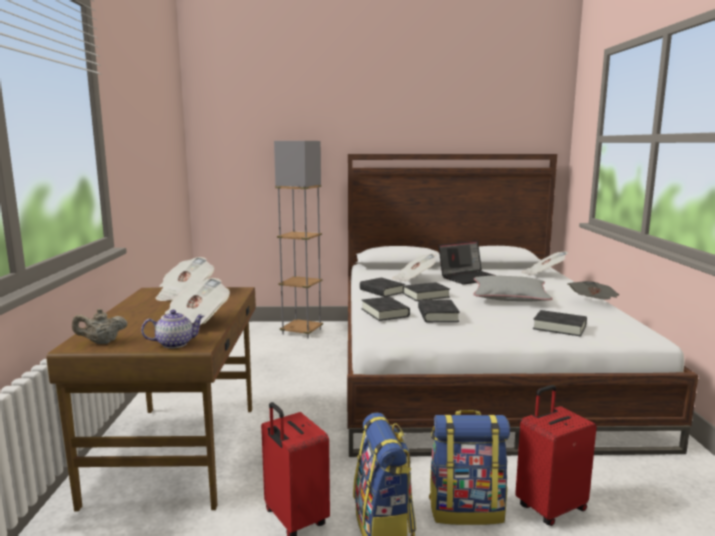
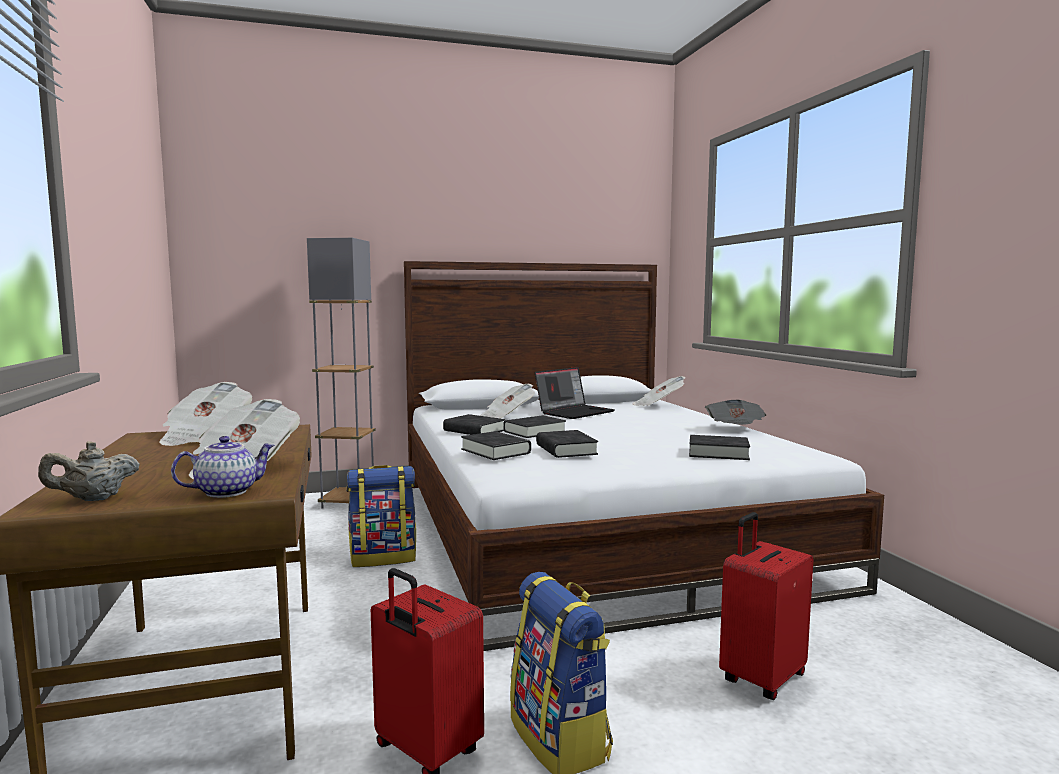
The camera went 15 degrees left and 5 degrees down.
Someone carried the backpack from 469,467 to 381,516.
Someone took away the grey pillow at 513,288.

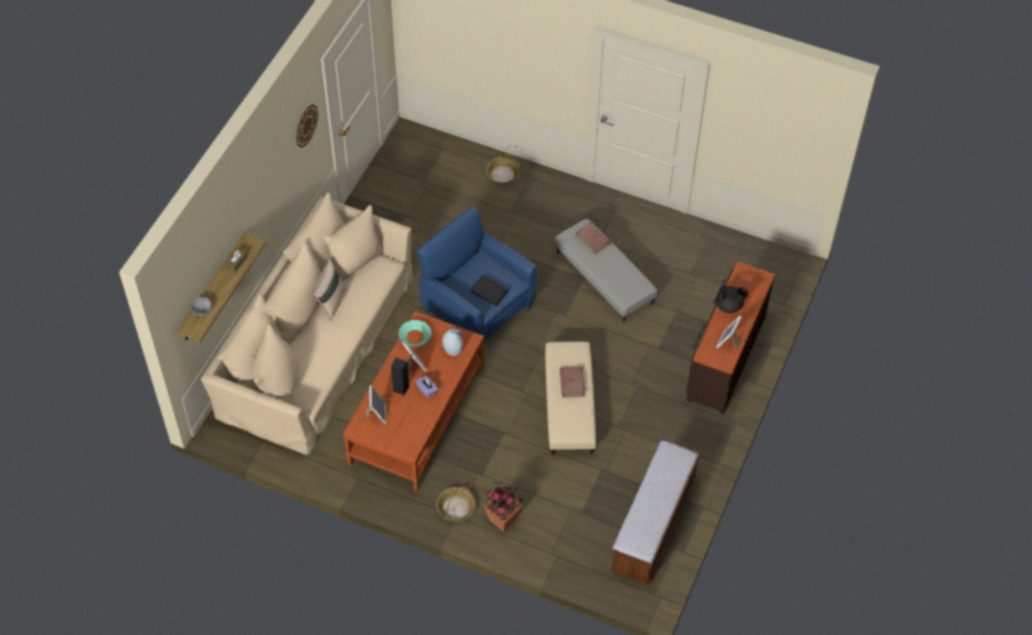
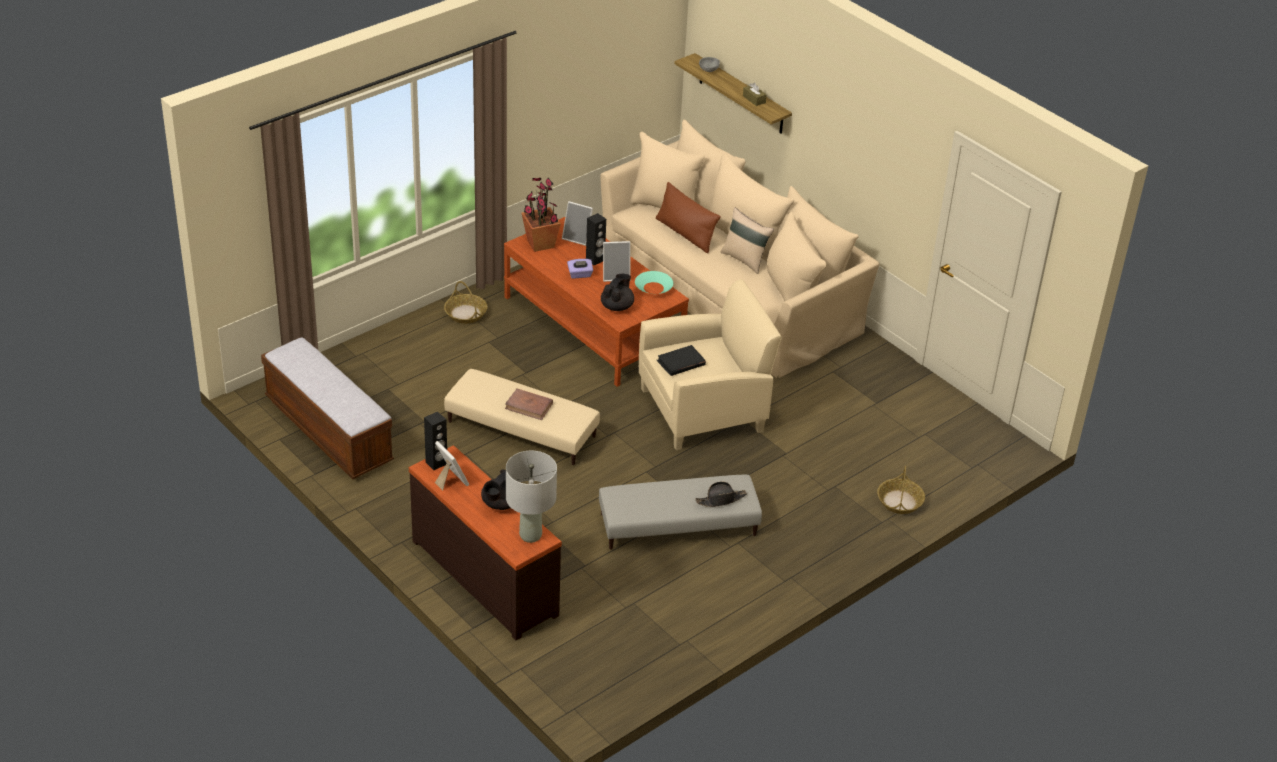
The camera went 115 degrees right and 15 degrees down.
Someone took away the wall clock at 307,126.
Someone repainted the blue armchair at 476,279, which became the beige armchair at 710,364.
Someone swapped the grey vase at 453,342 for the black teapot at 617,292.
Someone carried the potted plant from 503,507 to 541,214.
Someone swapped the brown book at 593,239 for the black hat at 721,494.
Someone put down the black speaker at 435,441.
Someone put down the grey table lamp at 531,497.
Someone put down the brown pillow at 688,217.

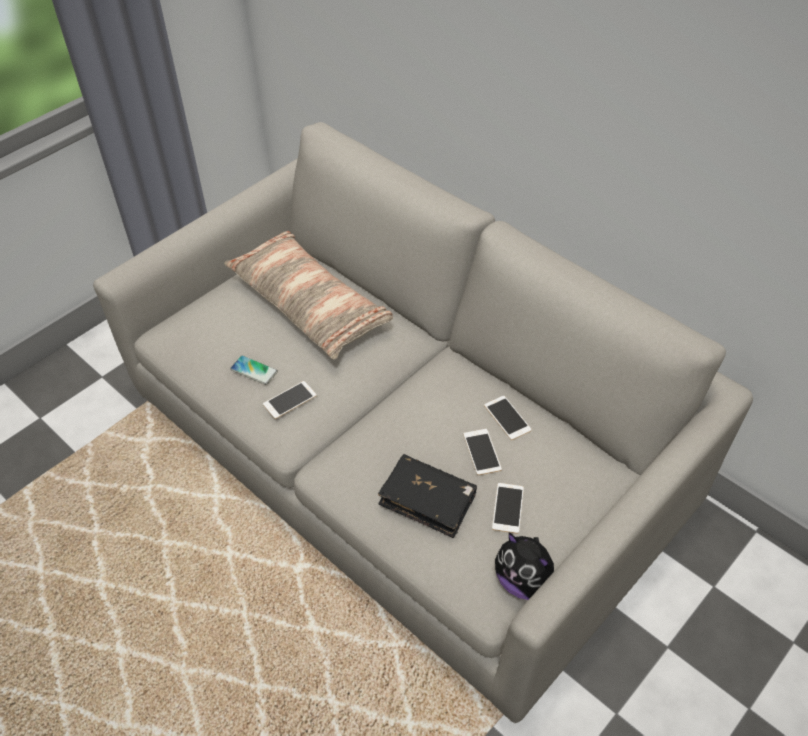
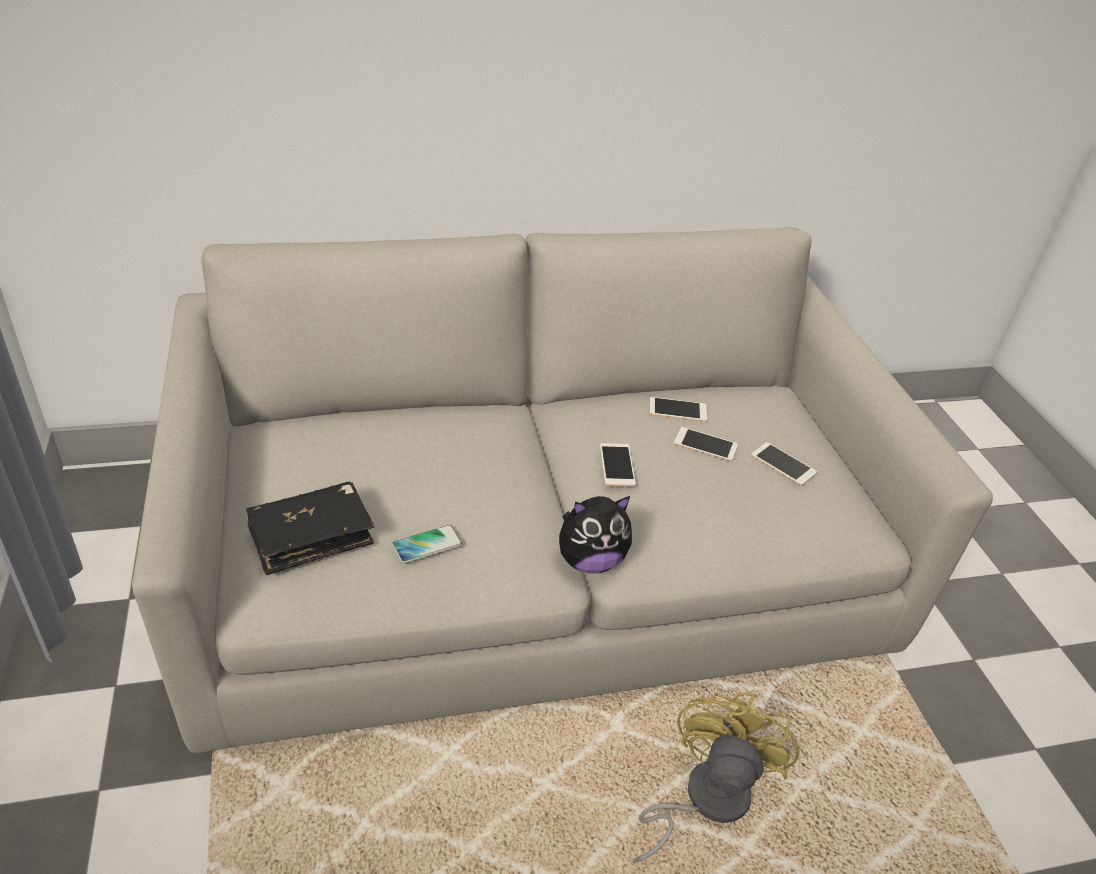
The camera went 60 degrees left and 10 degrees down.
Someone took away the pillow at 308,295.
Someone carried the phone from 290,400 to 618,464.
Someone carried the black book from 427,496 to 310,528.
Someone carried the plush toy from 524,566 to 595,534.
Someone put down the yellow fan at 715,778.

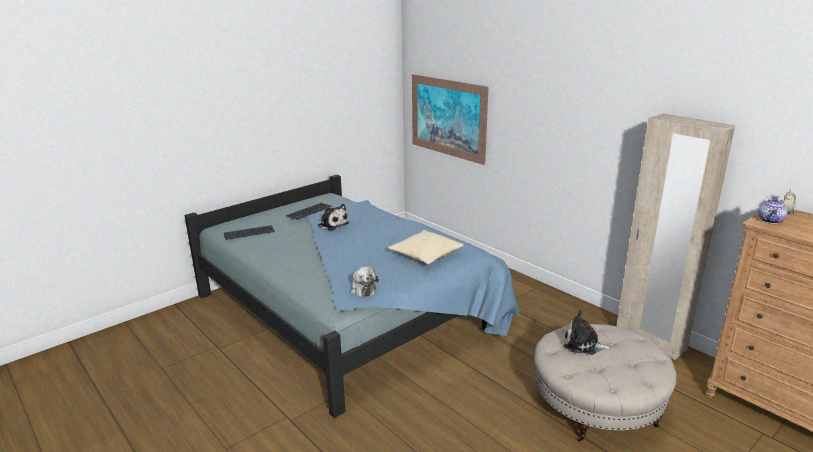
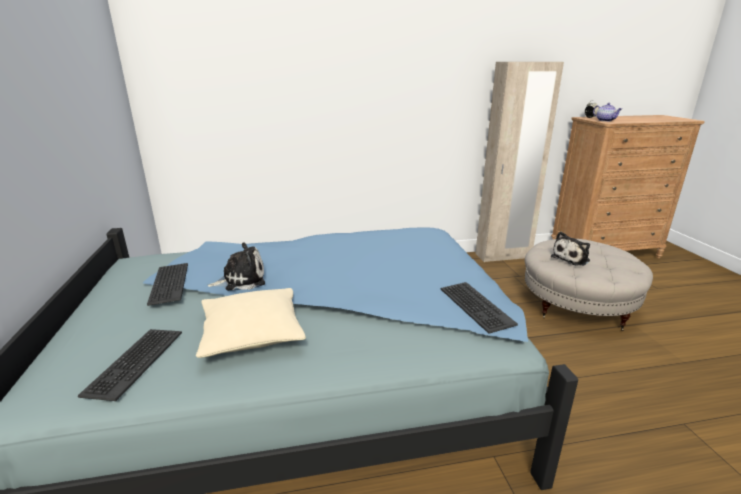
The camera went 60 degrees left and 0 degrees up.
Someone swapped the plush toy at 364,281 for the keyboard at 479,308.
Someone carried the beige pillow from 426,247 to 251,323.
Someone took away the picture at 450,119.

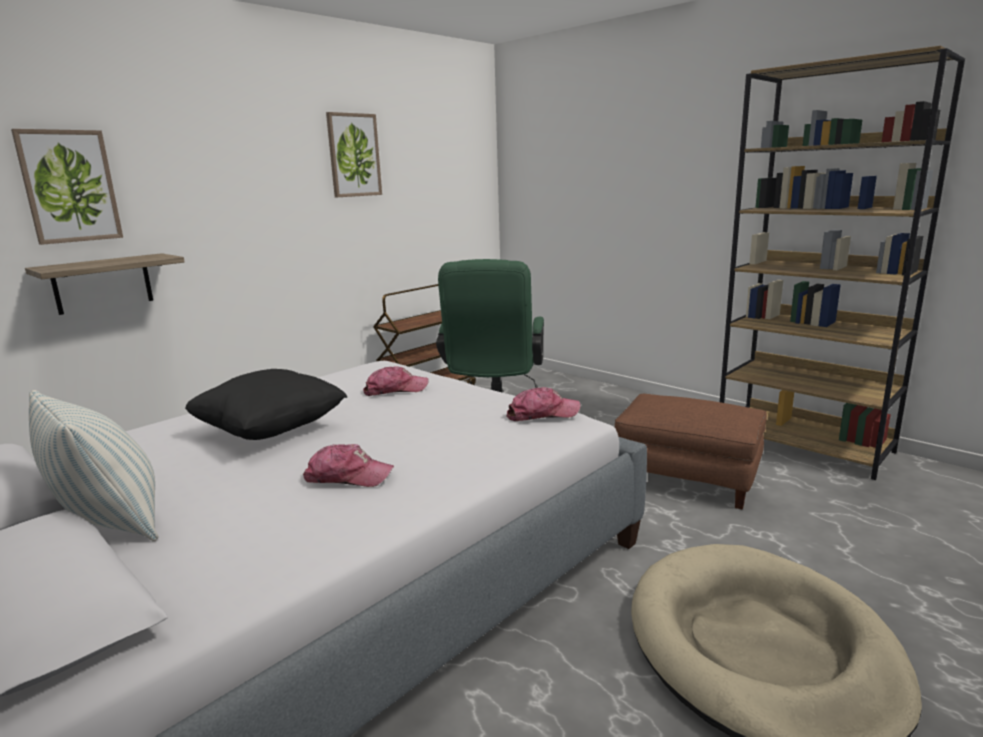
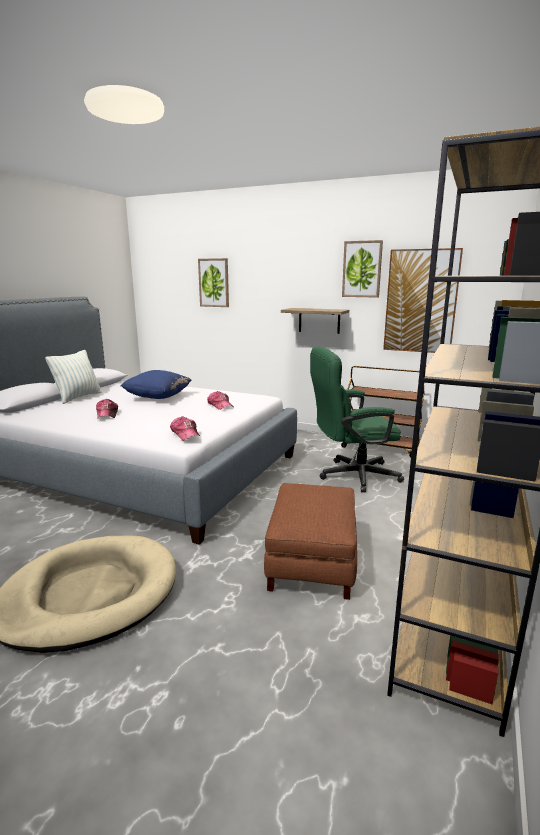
The camera went 70 degrees right and 0 degrees up.
Someone carried the shelf from 105,284 to 315,321.
Someone repainted the black pillow at 266,404, which became the blue pillow at 156,384.
Someone put up the picture at 423,300.

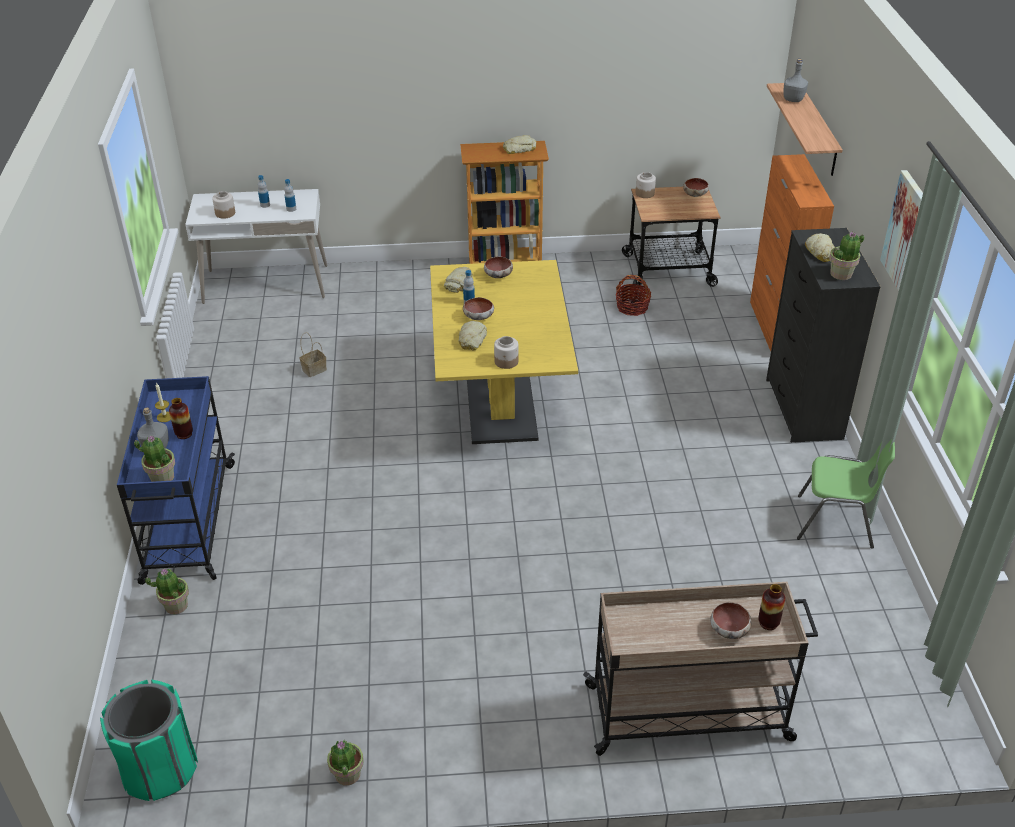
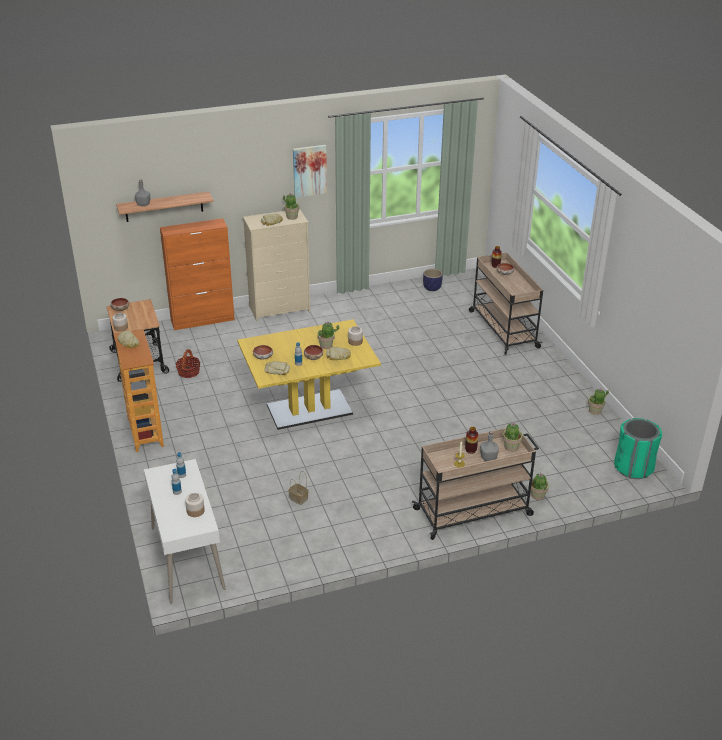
The camera went 105 degrees left and 5 degrees down.
Someone repainted the blue cart at 176,480, which became the beige cart at 475,484.
Someone repainted the black dresser at 823,335, which became the beige dresser at 276,265.
Someone took away the green chair at 846,494.
Someone put down the potted plant at 328,335.
Someone put down the planter at 433,280.

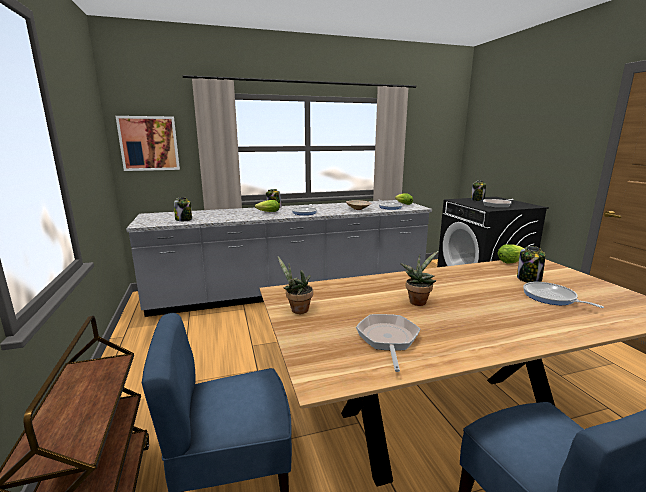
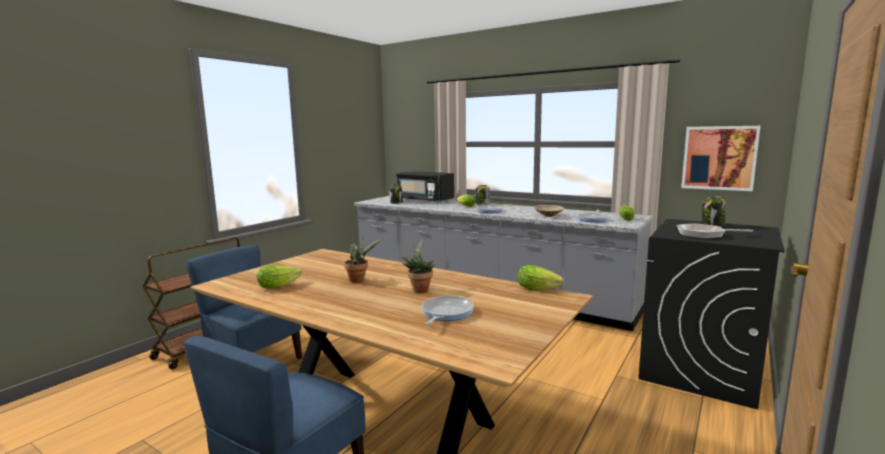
The camera went 50 degrees right and 5 degrees down.
Someone carried the picture from 148,143 to 721,158.
Someone carried the potted plant from 295,285 to 418,266.
Someone swapped the frying pan at 388,343 for the lettuce at 279,277.
Someone took away the jar at 531,264.
Someone put down the black microwave at 425,187.

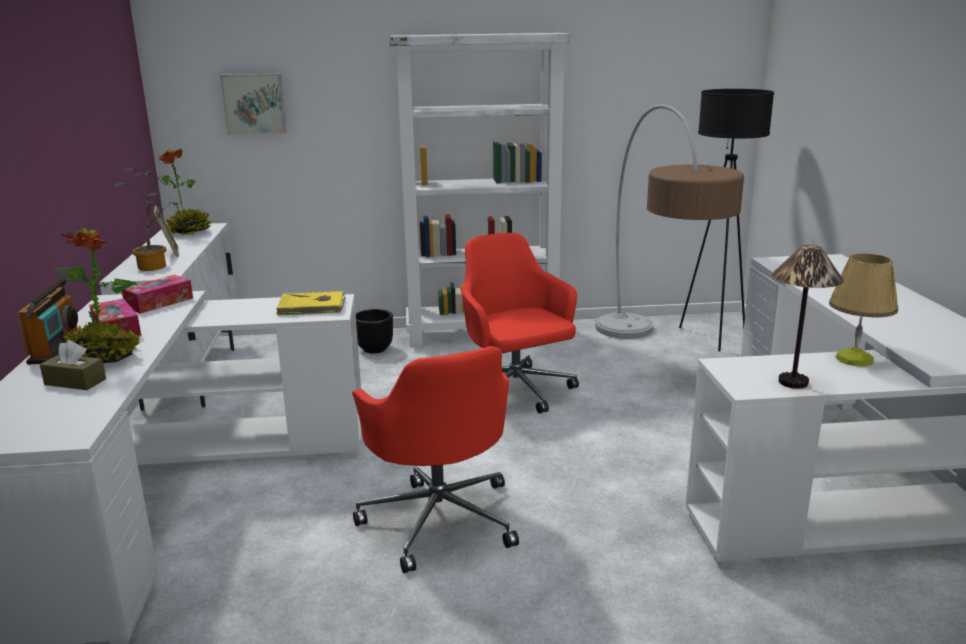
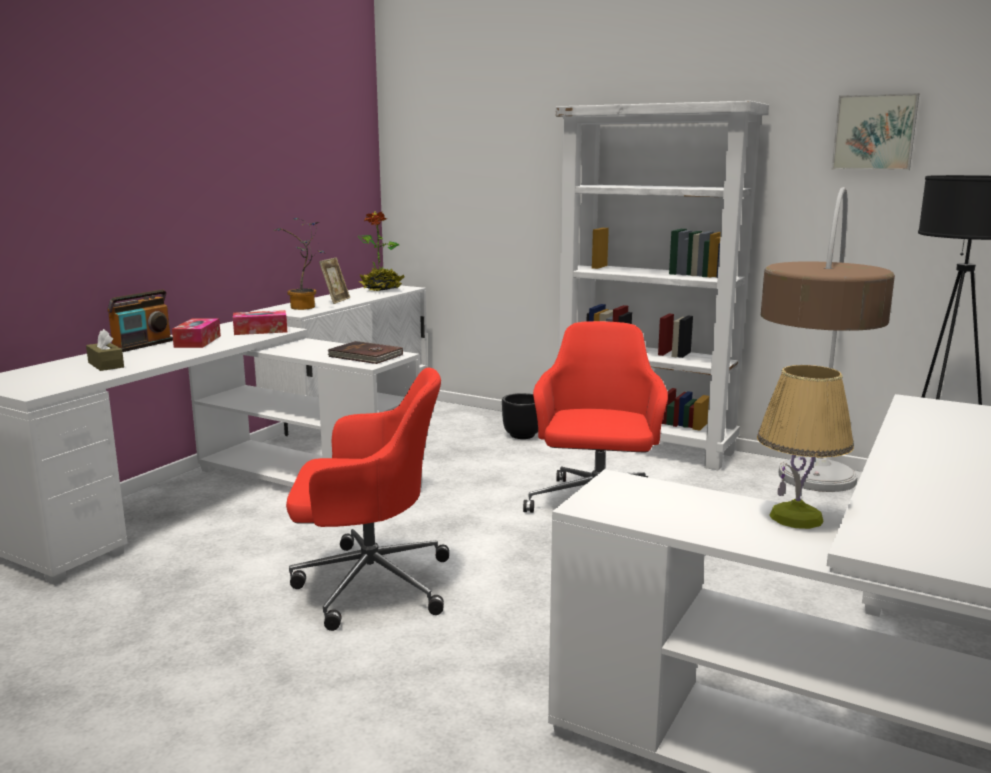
The camera went 35 degrees right and 5 degrees down.
Someone took away the potted plant at 97,295.
Someone carried the picture from 253,104 to 875,131.
Someone repainted the yellow book at 311,303, which became the brown book at 365,352.
Someone rotated the red office chair at 435,459 by 105 degrees counterclockwise.
Someone took away the table lamp at 808,317.

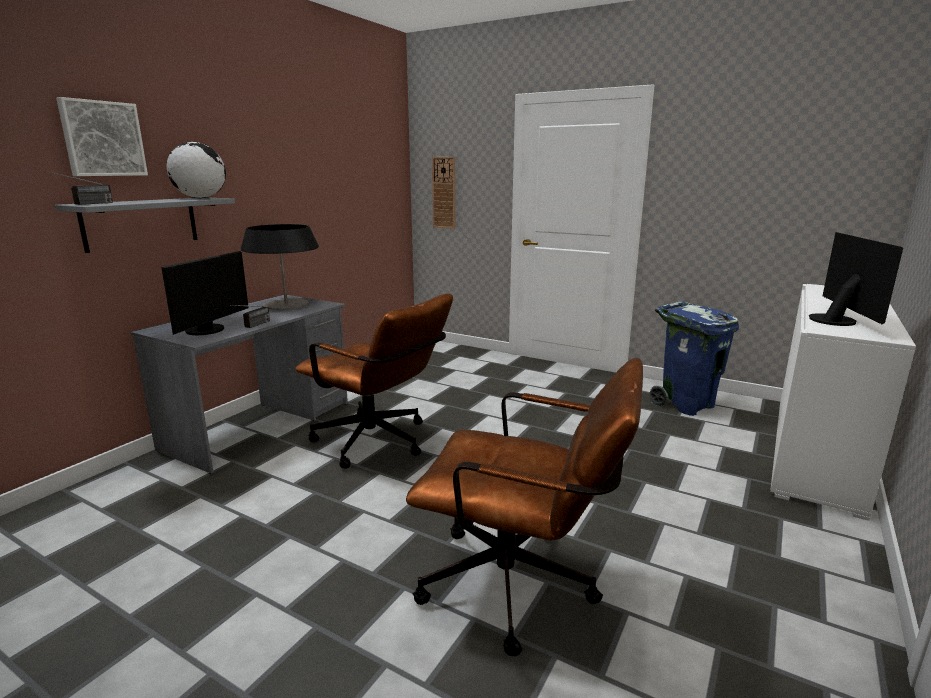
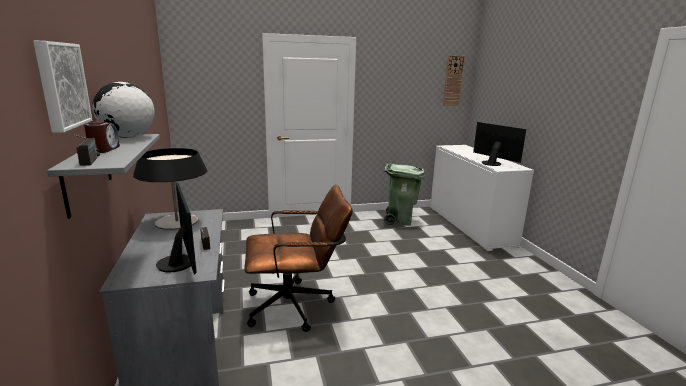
The camera went 45 degrees left and 0 degrees up.
Someone took away the brown office chair at 524,507.
Someone carried the wall clock from 443,193 to 454,80.
Someone repainted the blue trash can at 694,359, which became the green trash can at 404,195.
Someone put down the alarm clock at 102,137.

